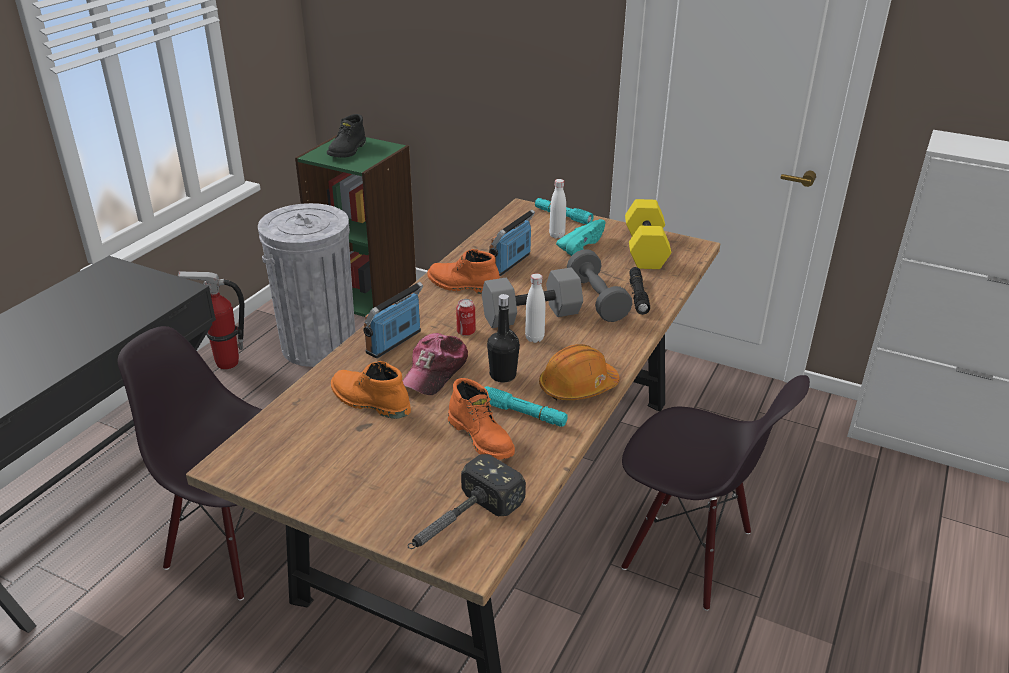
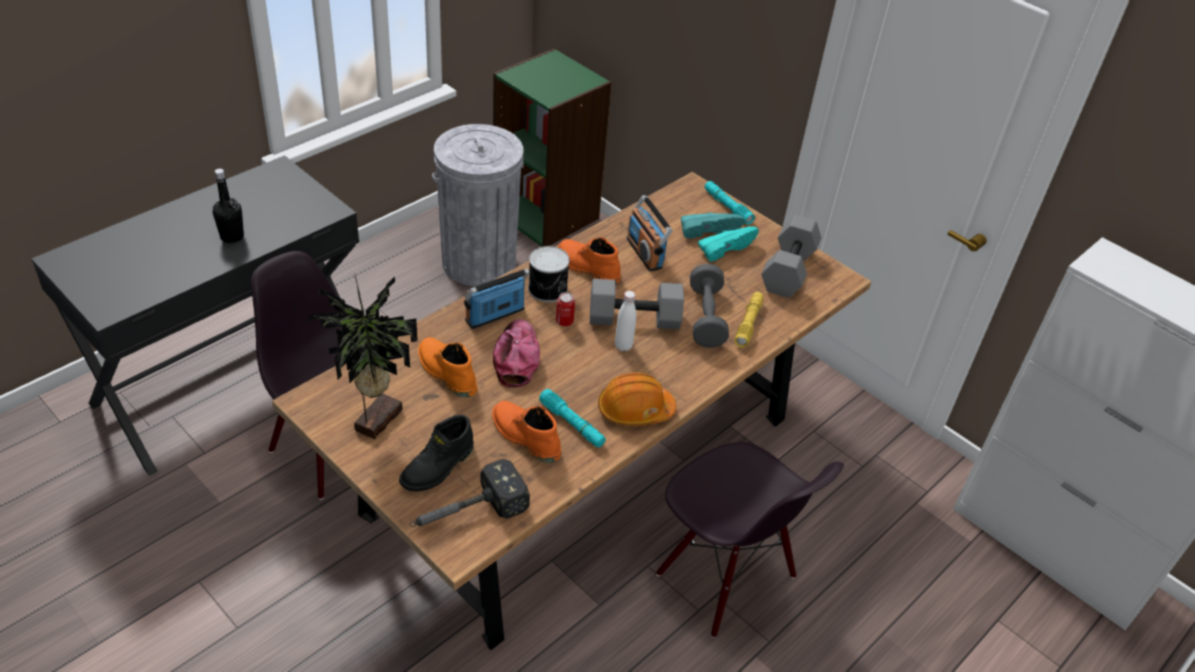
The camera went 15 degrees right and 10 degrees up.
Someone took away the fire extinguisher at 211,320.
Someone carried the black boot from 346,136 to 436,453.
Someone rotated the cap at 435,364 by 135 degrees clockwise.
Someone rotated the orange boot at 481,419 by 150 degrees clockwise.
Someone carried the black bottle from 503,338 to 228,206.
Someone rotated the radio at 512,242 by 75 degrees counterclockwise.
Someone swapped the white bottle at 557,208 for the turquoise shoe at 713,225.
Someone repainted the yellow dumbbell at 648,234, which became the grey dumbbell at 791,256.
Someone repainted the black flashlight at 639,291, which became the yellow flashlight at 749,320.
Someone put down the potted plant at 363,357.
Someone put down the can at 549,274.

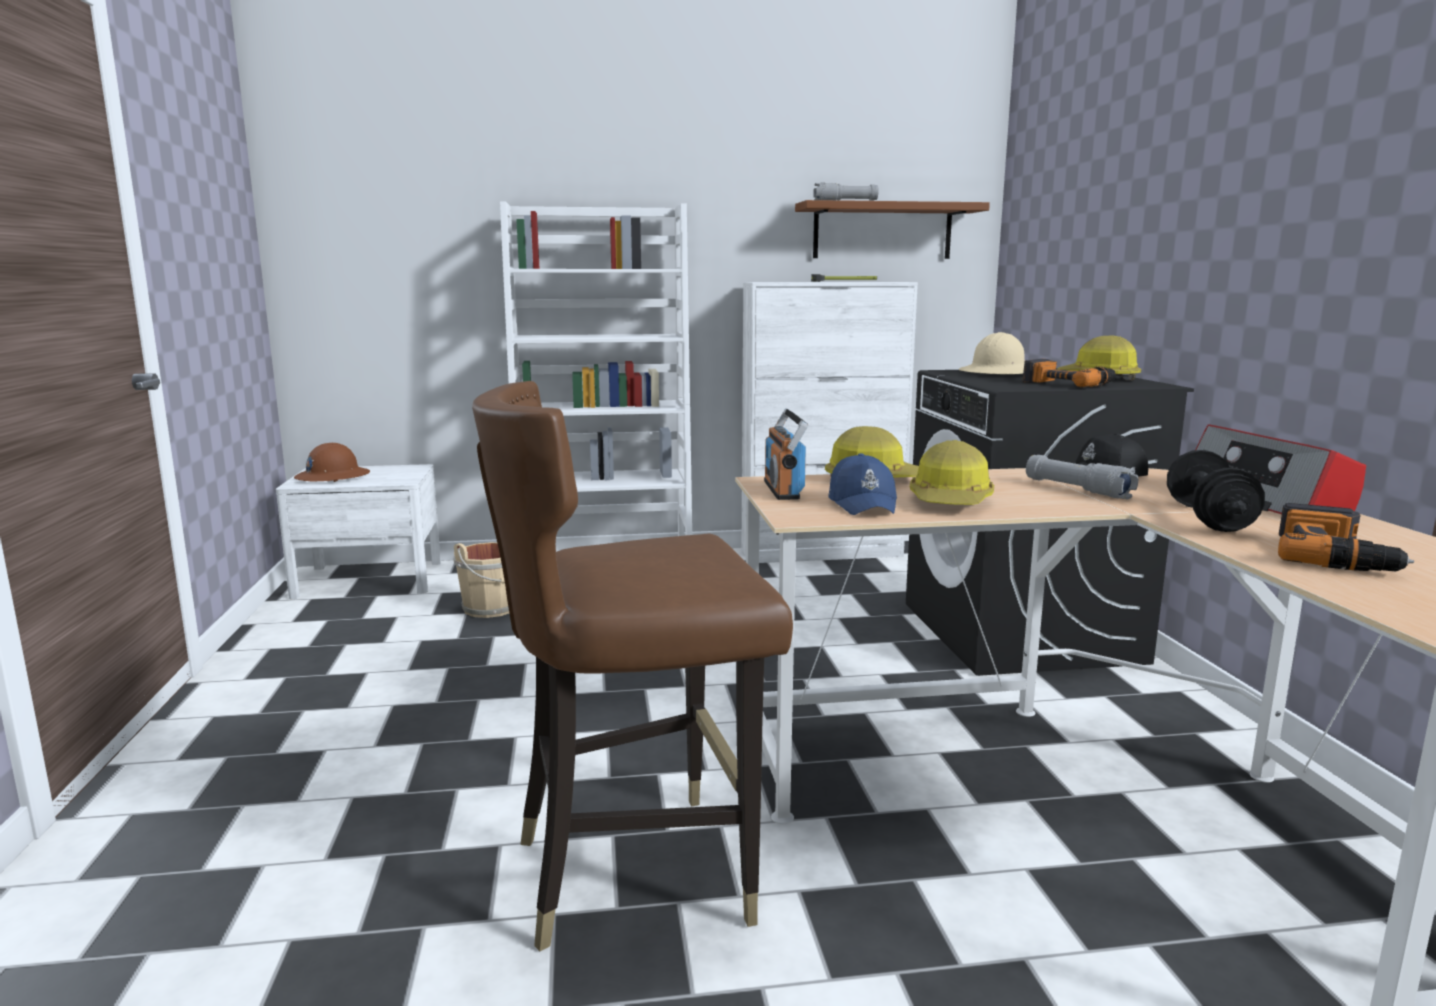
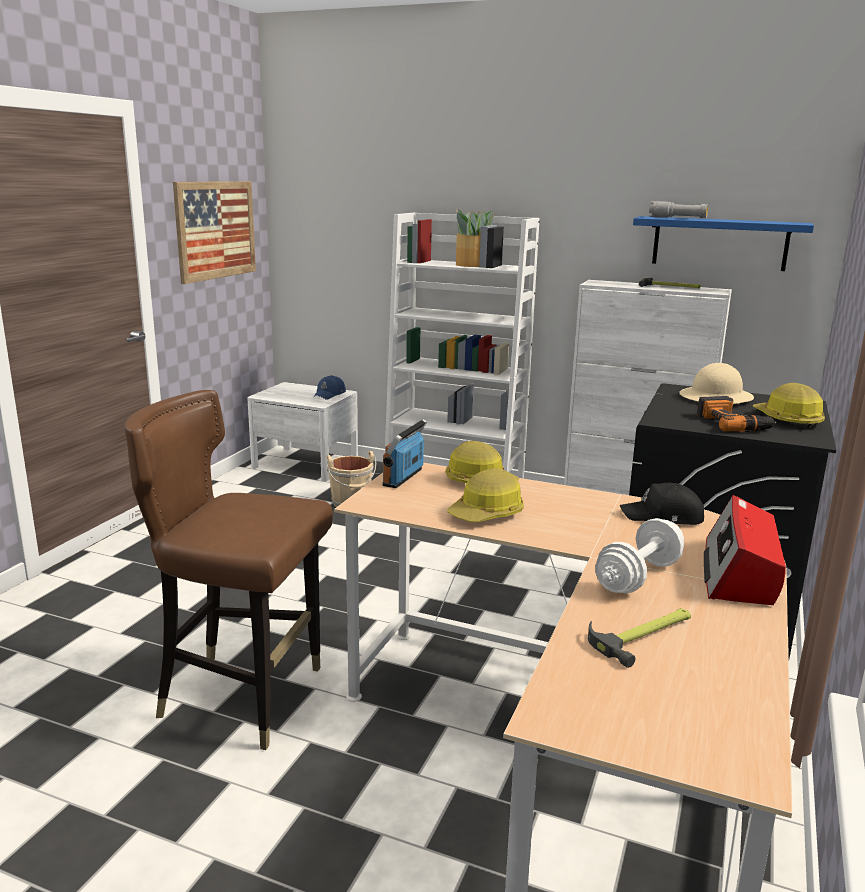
The camera went 30 degrees right and 5 degrees up.
Someone took away the brown hard hat at 332,462.
Someone repainted the brown shelf at 892,229, which became the blue shelf at 723,243.
Someone carried the blue cap from 862,484 to 329,387.
Someone took away the grey flashlight at 1082,477.
Someone repainted the black dumbbell at 1216,491, which became the white dumbbell at 639,555.
Someone swapped the power drill at 1346,537 for the hammer at 639,638.
Someone put up the picture at 214,232.
Someone put down the potted plant at 476,238.

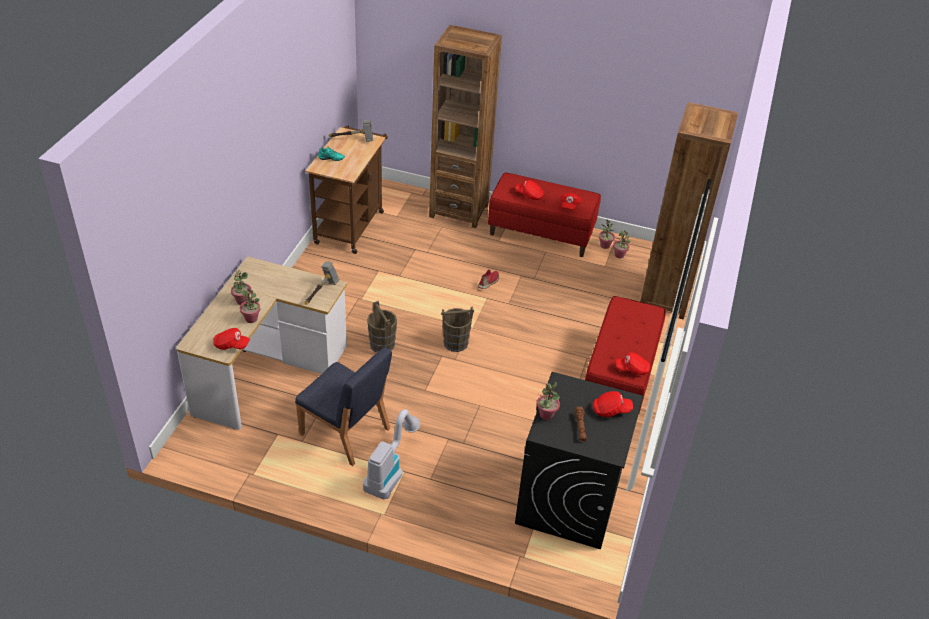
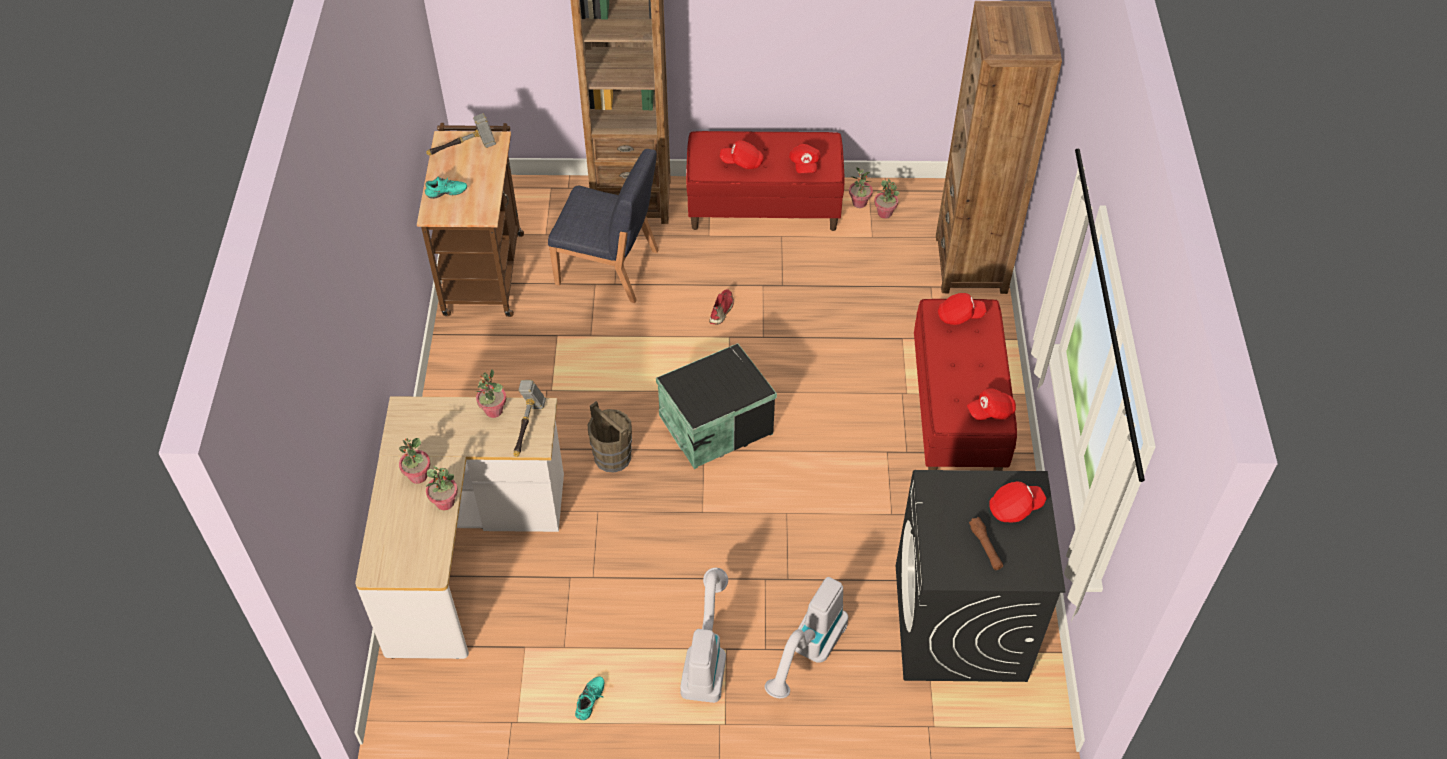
The camera went 15 degrees left and 10 degrees up.
Someone carried the red cap from 231,339 to 962,309.
Someone carried the blue chair from 343,406 to 603,226.
Someone swapped the brown bucket at 457,329 for the black storage box at 716,406.
Someone carried the potted plant from 548,401 to 491,393.
Someone put down the turquoise shoe at 589,698.
Someone put down the vacuum cleaner at 806,637.

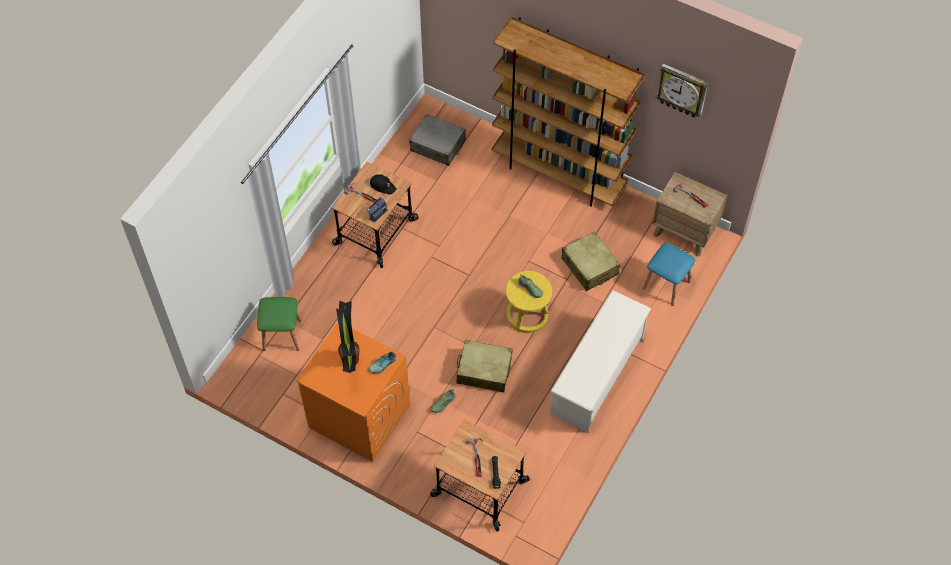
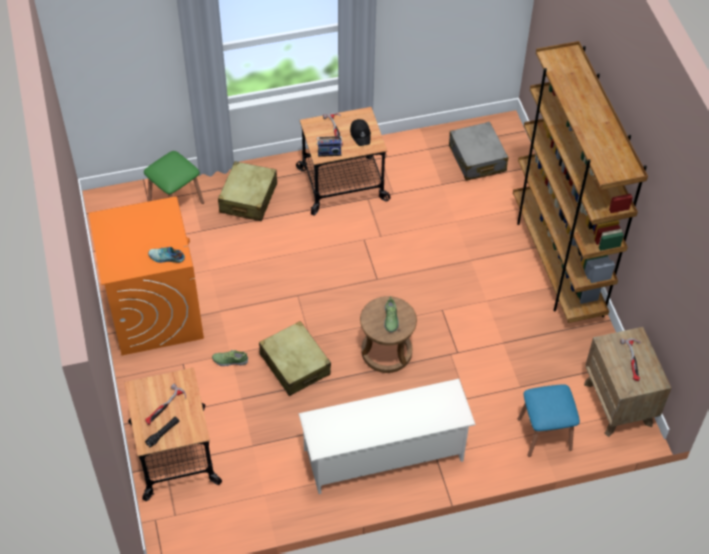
The camera went 45 degrees right and 5 degrees down.
Someone took away the potted plant at 348,337.
Someone repainted the yellow stool at 529,302, which became the brown stool at 388,334.
Someone carried the beige suitcase from 591,261 to 247,191.
Someone took away the wall clock at 682,91.

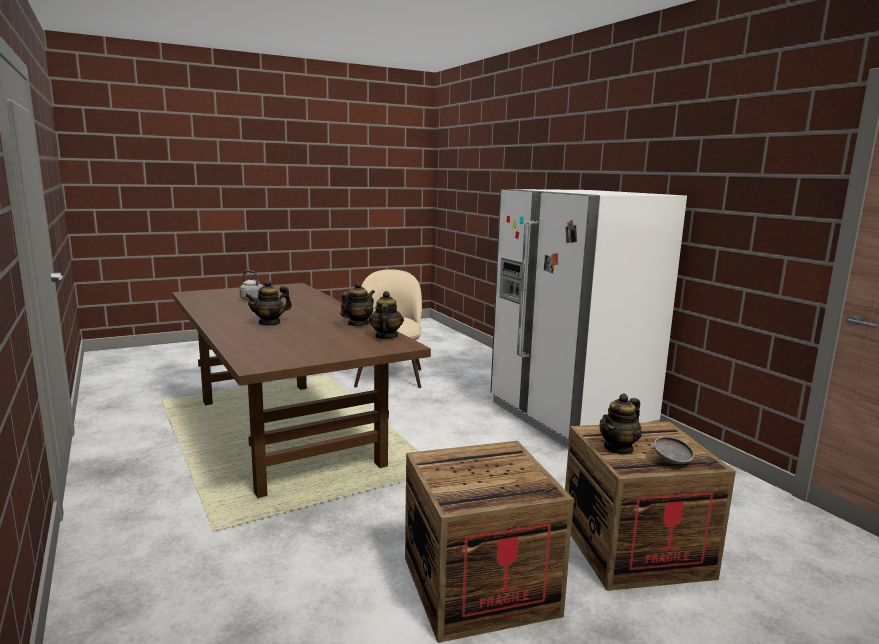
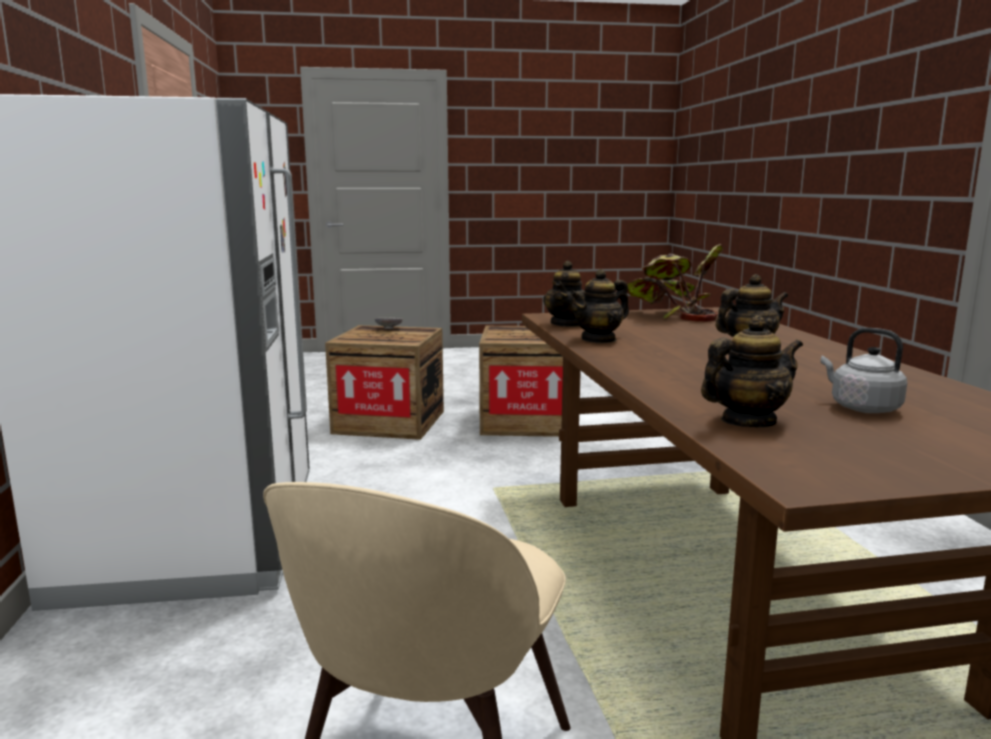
The camera went 160 degrees left and 0 degrees up.
Someone carried the teapot from 621,424 to 752,371.
Someone put down the potted plant at 675,283.

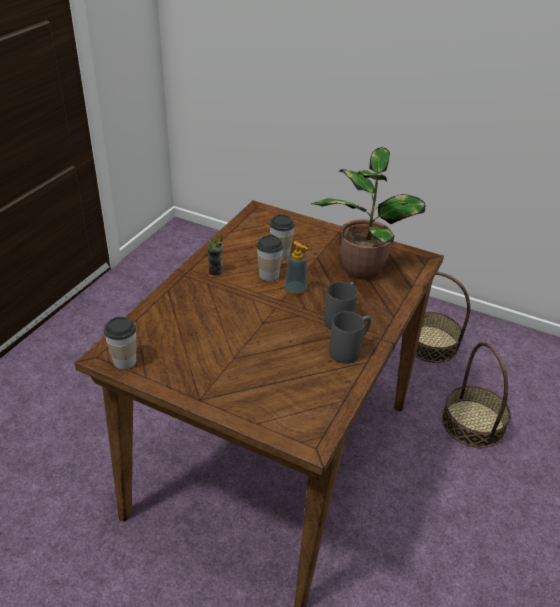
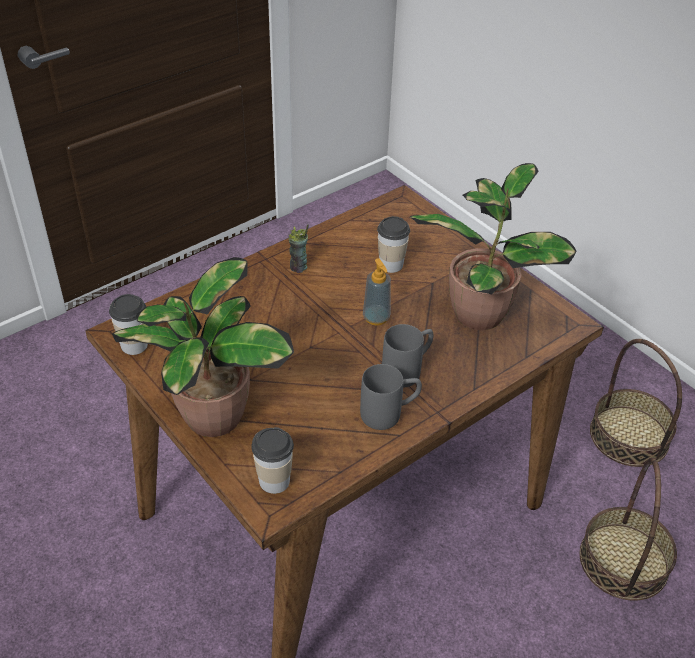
The camera went 25 degrees right and 5 degrees up.
Someone carried the cup from 270,257 to 272,460.
Someone put down the potted plant at 203,347.

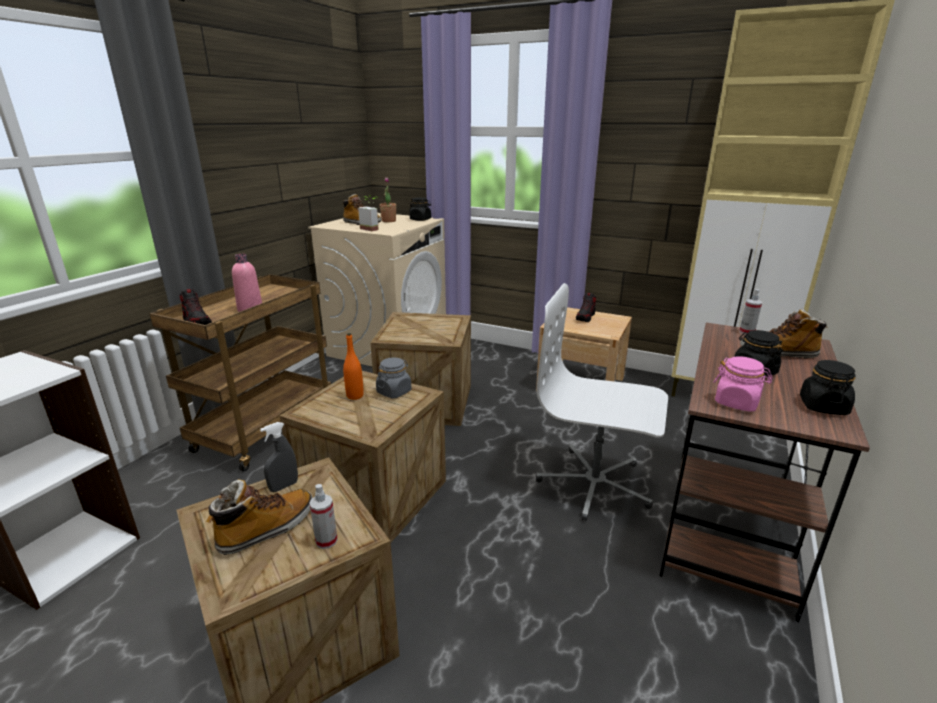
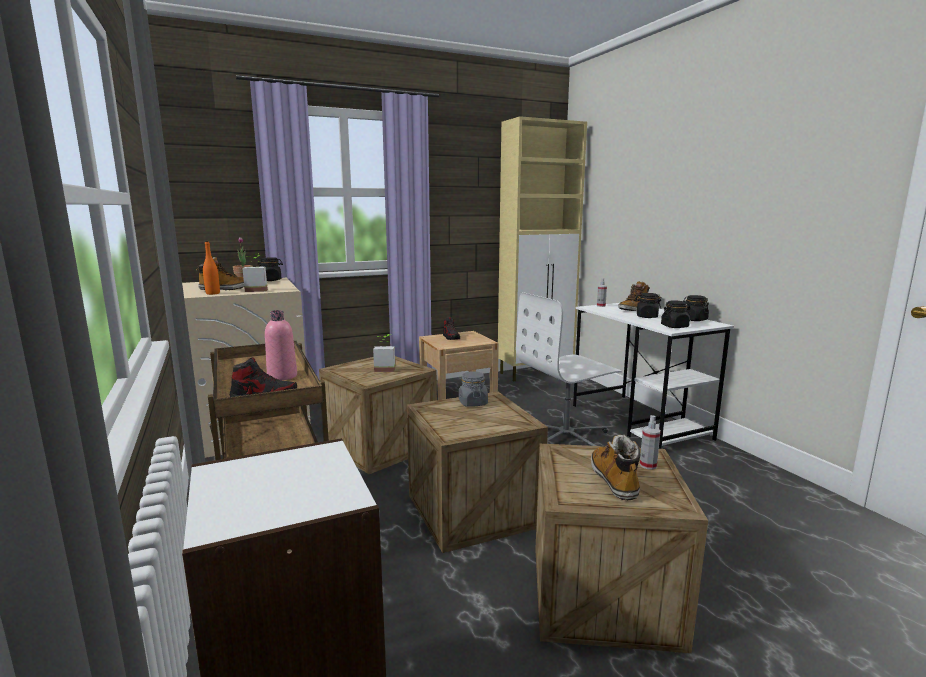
The camera went 50 degrees left and 10 degrees down.
Someone took away the grey spray bottle at 279,457.
Someone carried the orange bottle from 353,366 to 211,268.
Someone repainted the brown desk at 765,472, which became the white desk at 653,376.
Someone repainted the pink jar at 743,384, which became the black jar at 675,314.
Someone put down the potted plant at 384,353.

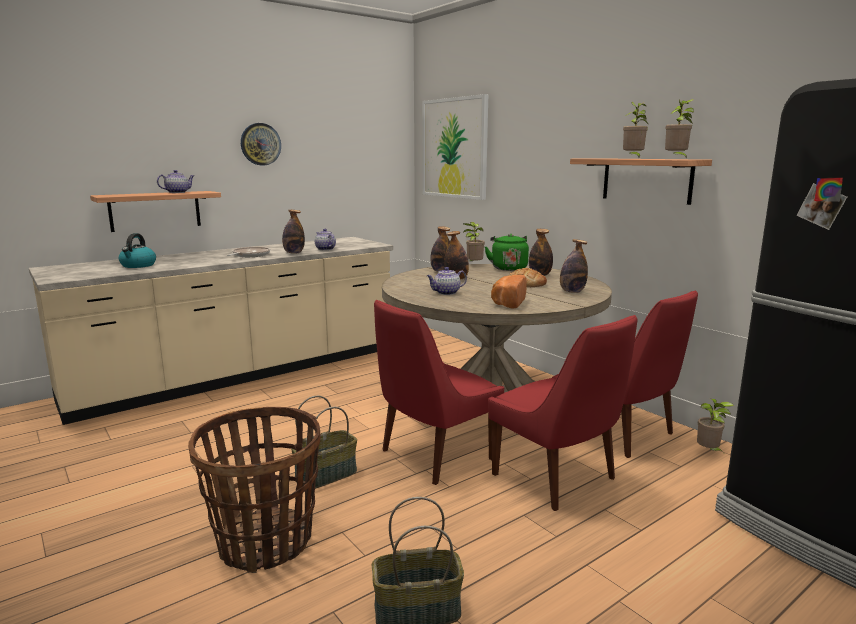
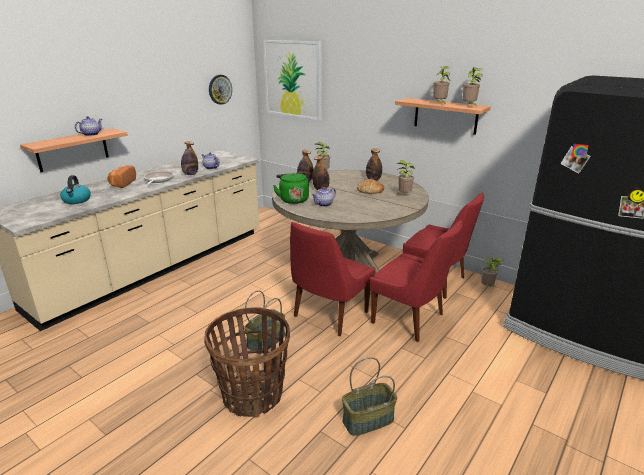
The camera went 15 degrees left and 10 degrees up.
Someone carried the wall clock from 261,144 to 220,90.
Someone carried the green kettle from 507,252 to 291,188.
Someone carried the bread from 509,292 to 121,176.
Someone swapped the bottle at 574,266 for the potted plant at 406,177.

